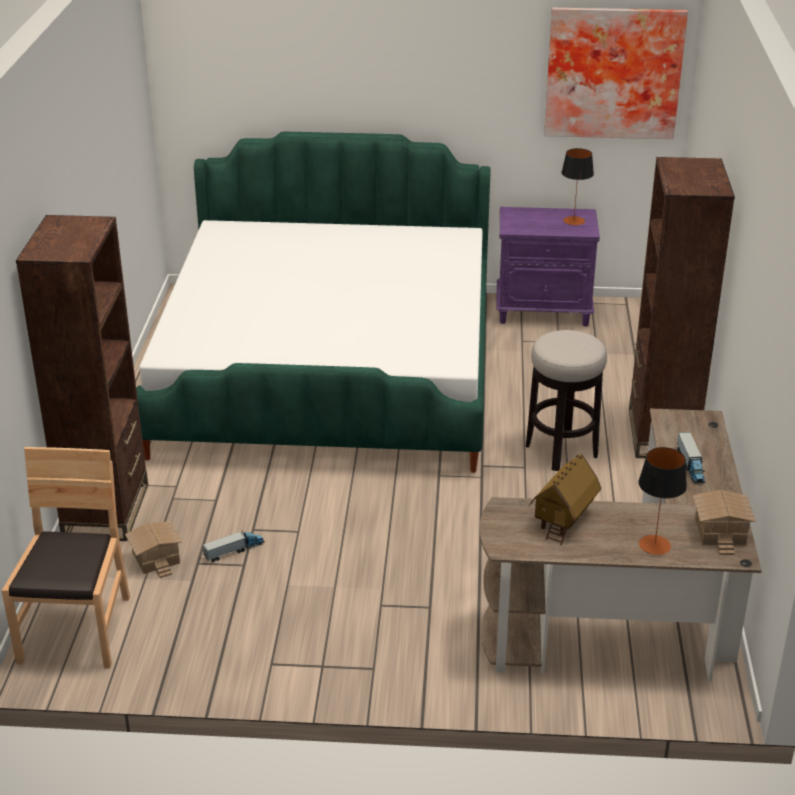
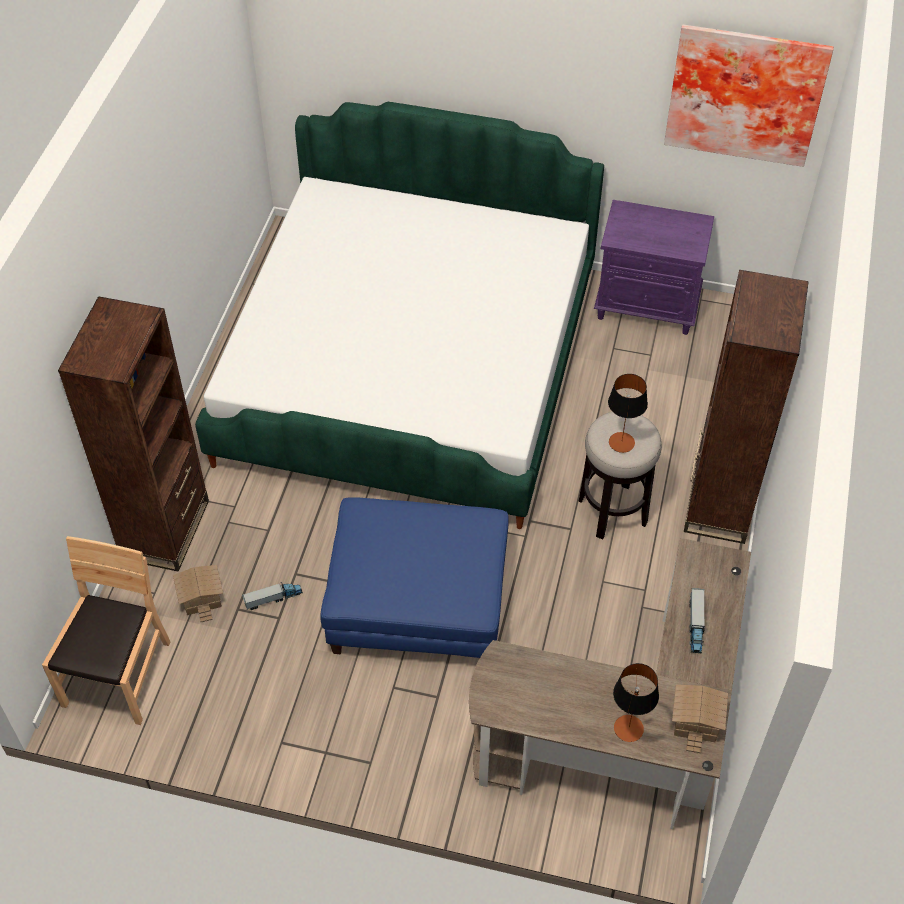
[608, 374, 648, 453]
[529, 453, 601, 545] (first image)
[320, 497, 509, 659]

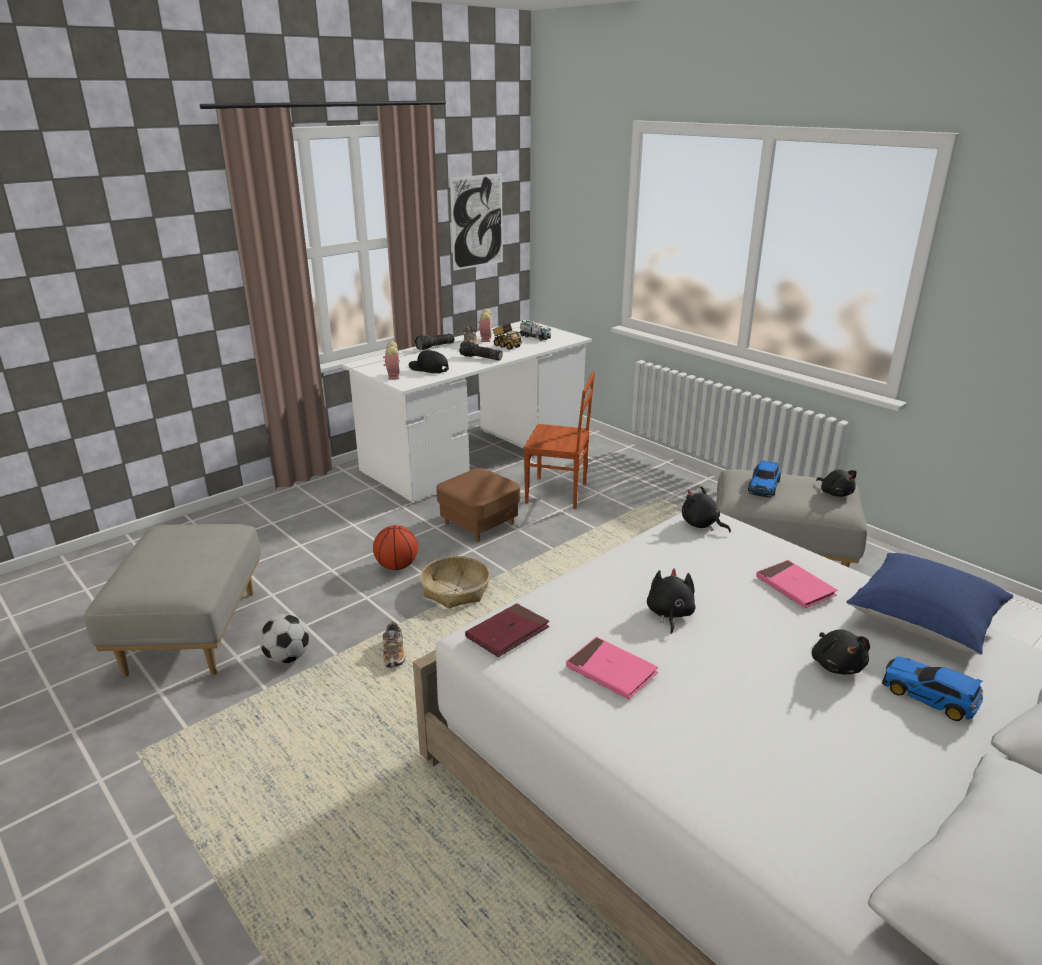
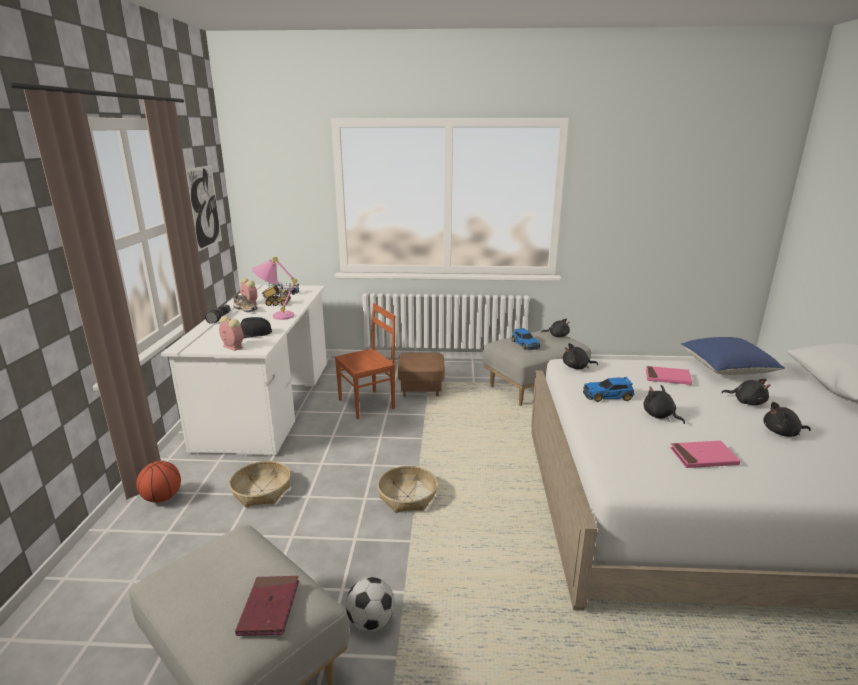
[252, 256, 297, 320]
[398, 353, 445, 397]
[137, 461, 181, 503]
[235, 576, 299, 636]
[383, 621, 406, 668] (first image)
[583, 377, 635, 402]
[763, 402, 811, 437]
[229, 461, 291, 507]

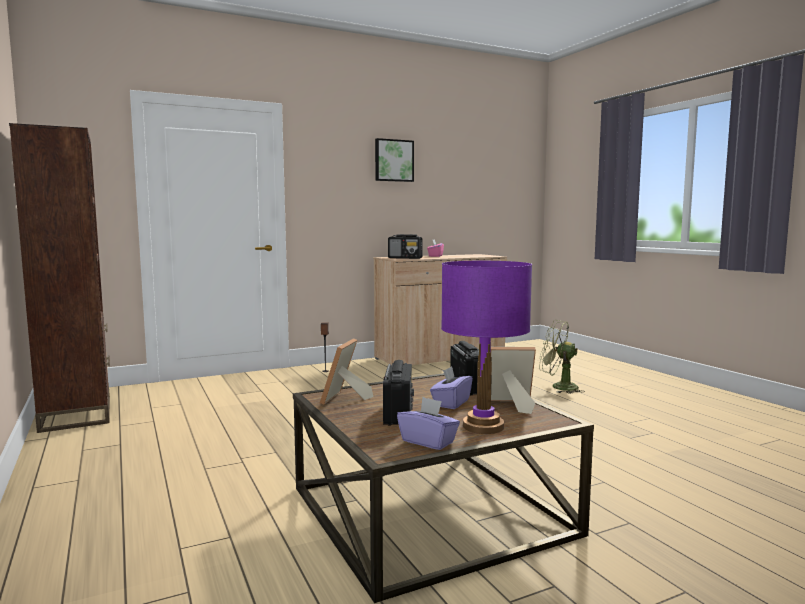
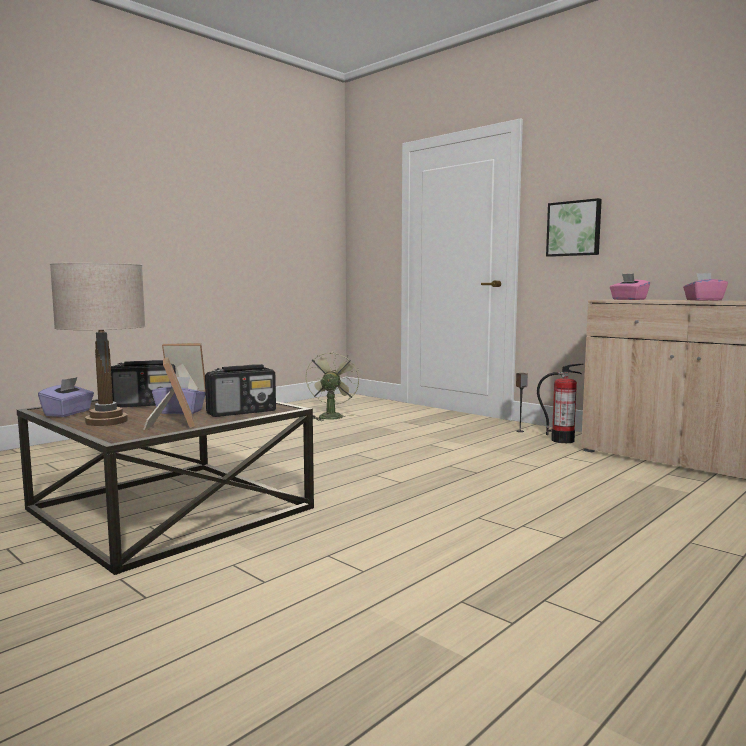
[9, 123, 110, 433] (first image)
[546, 198, 602, 257]
[610, 274, 650, 300]
[50, 263, 145, 426]
[306, 350, 359, 421]
[537, 364, 583, 443]

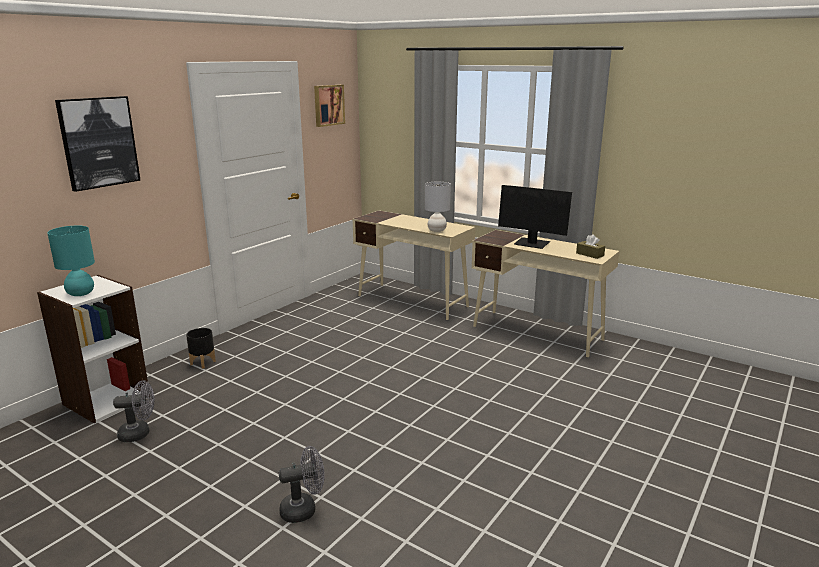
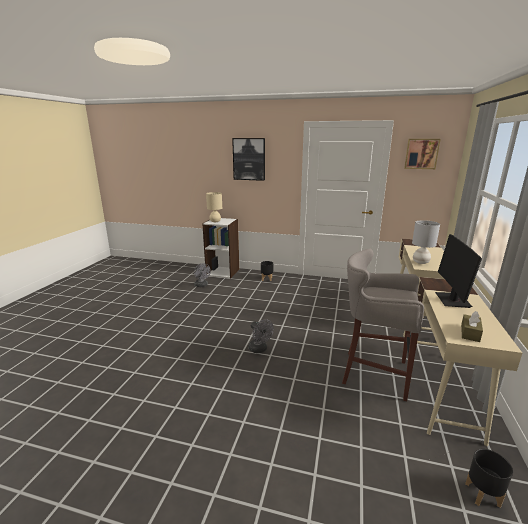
[206, 192, 222, 222]
[248, 319, 274, 353]
[342, 249, 424, 401]
[465, 449, 513, 508]

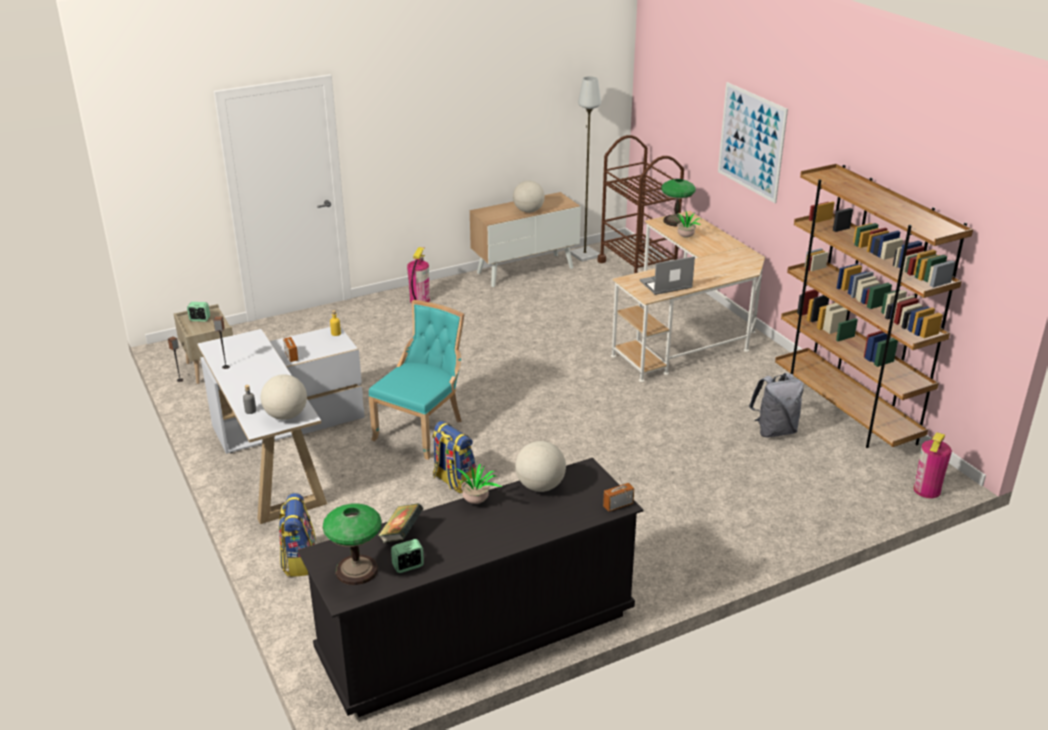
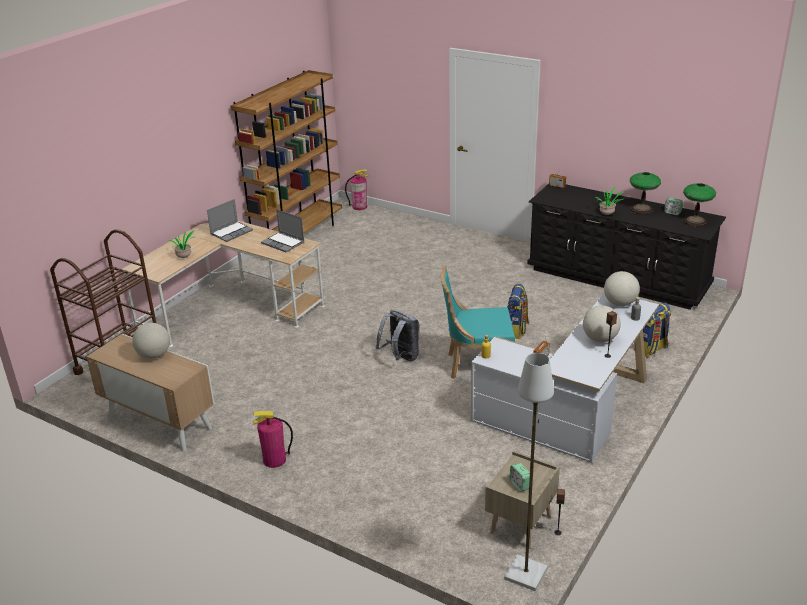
[504, 353, 554, 591]
[718, 82, 788, 203] (first image)
[630, 172, 661, 215]
[376, 310, 419, 361]
[583, 305, 621, 342]
[378, 503, 423, 543] (first image)
[207, 199, 253, 242]

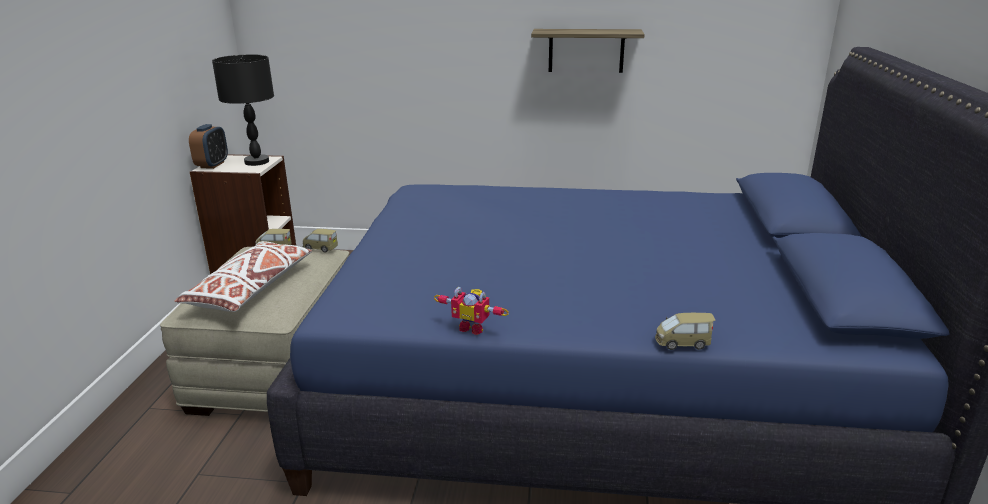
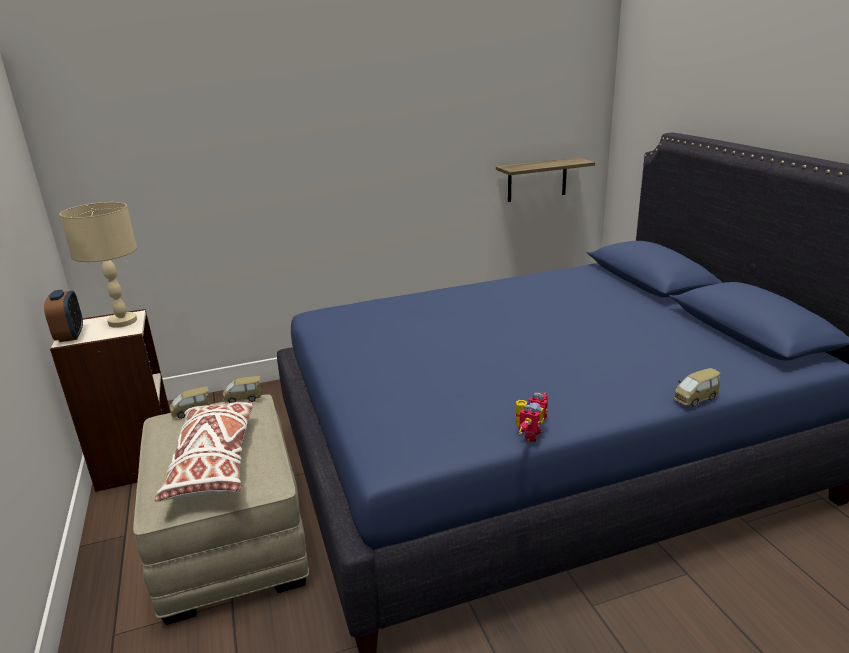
[496, 157, 595, 202]
[59, 202, 137, 328]
[515, 392, 548, 442]

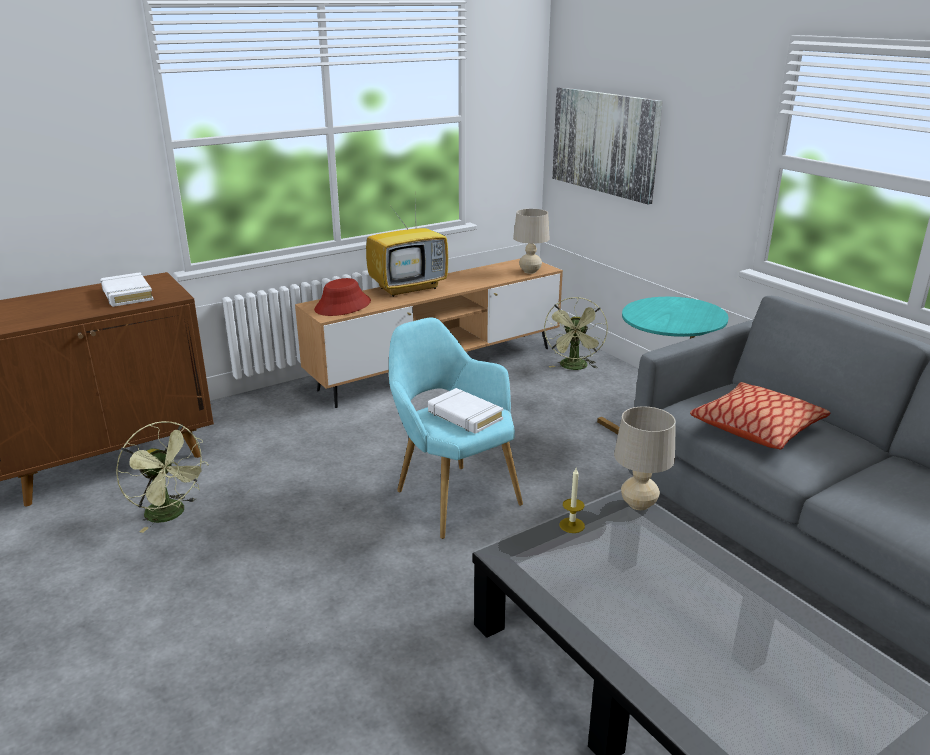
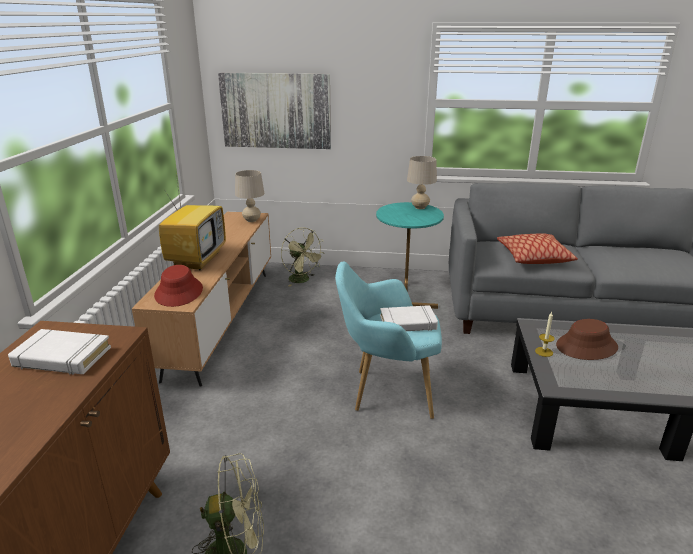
[407, 156, 437, 209]
[556, 319, 618, 360]

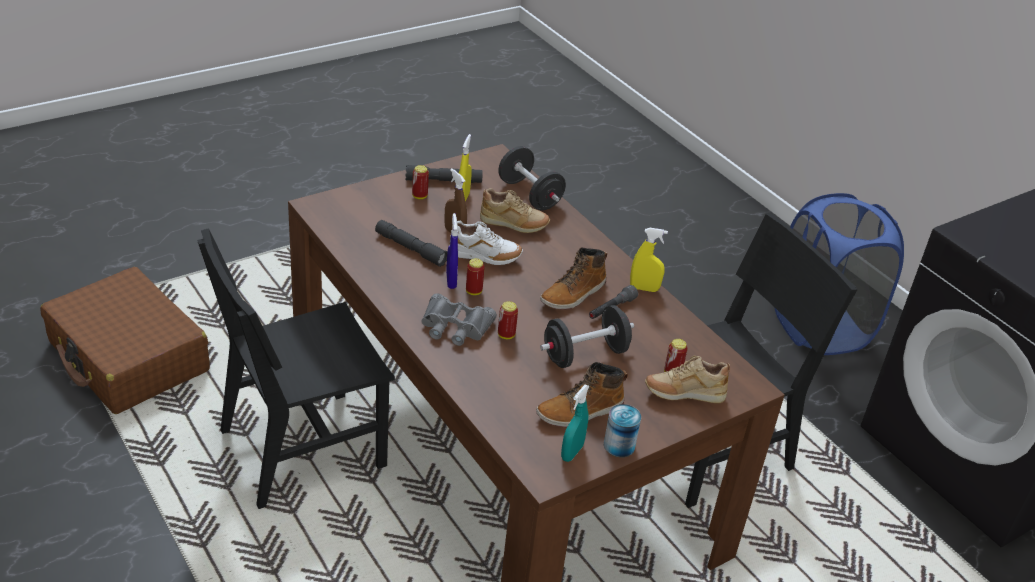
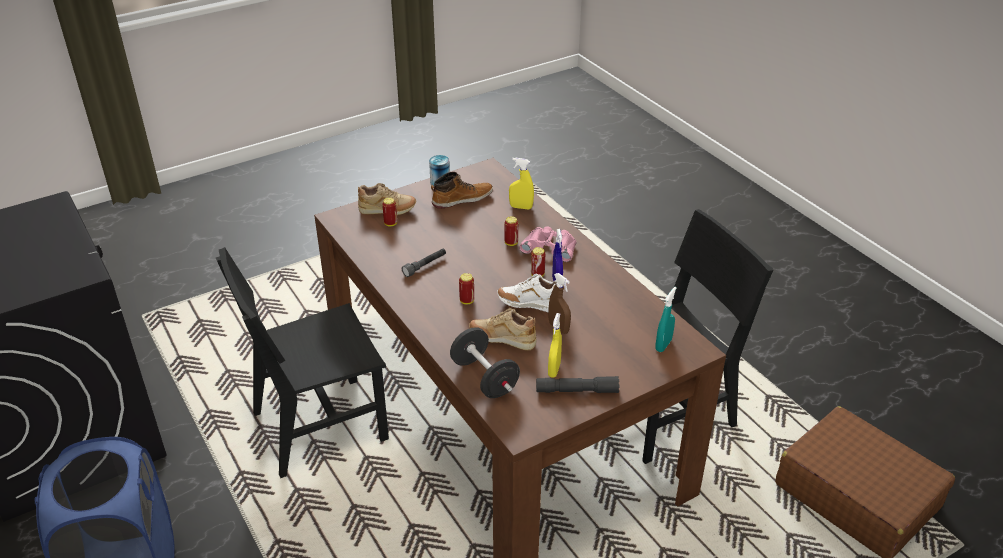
[459, 273, 474, 305]
[375, 220, 447, 267] (first image)
[509, 158, 534, 210]
[540, 248, 607, 310] (first image)
[519, 226, 577, 262]
[540, 305, 634, 368] (first image)
[655, 287, 677, 352]

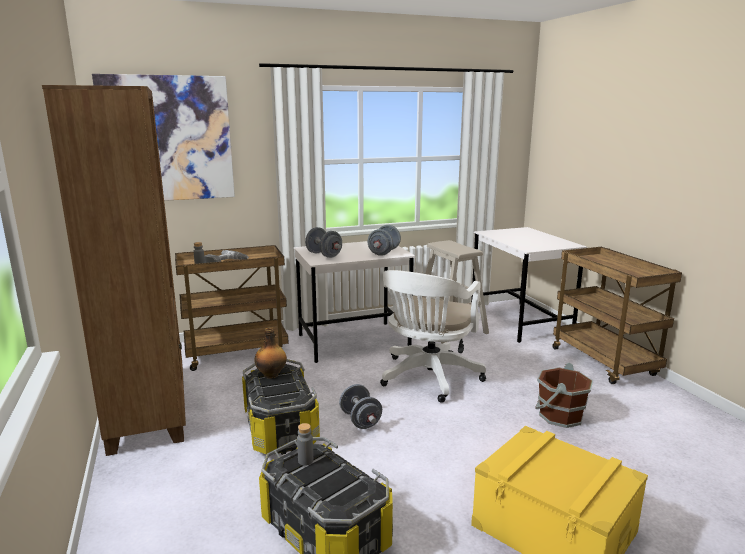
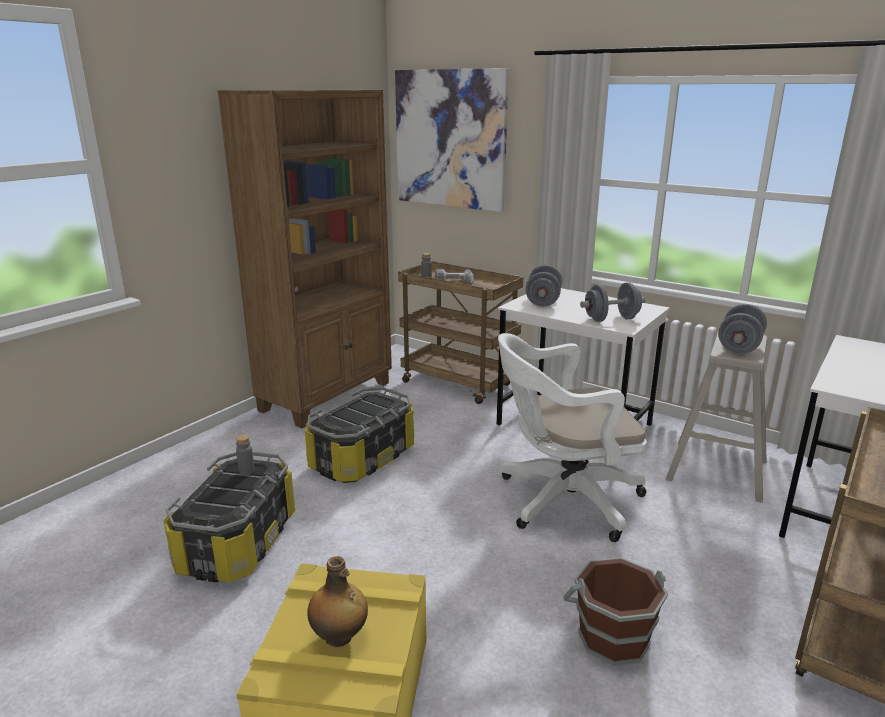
[307, 556, 368, 647]
[718, 304, 767, 354]

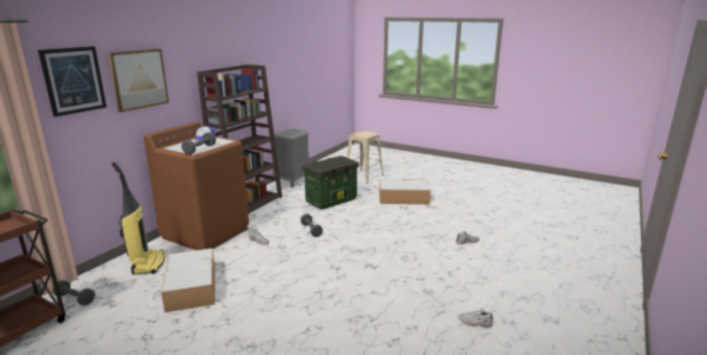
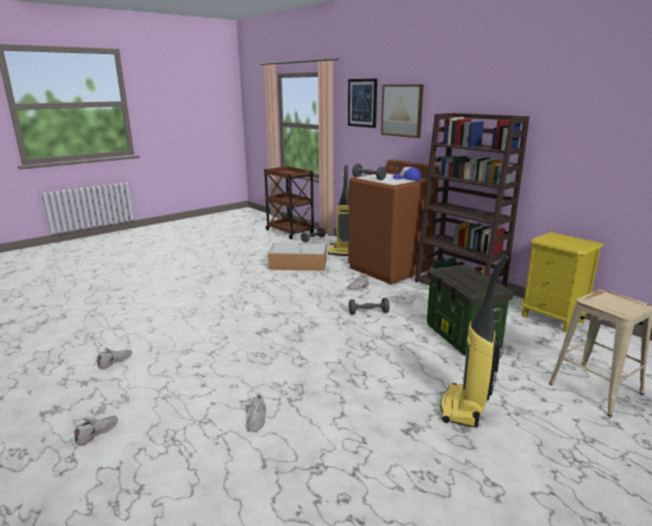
[521, 232, 603, 333]
[440, 254, 509, 428]
[74, 415, 118, 446]

